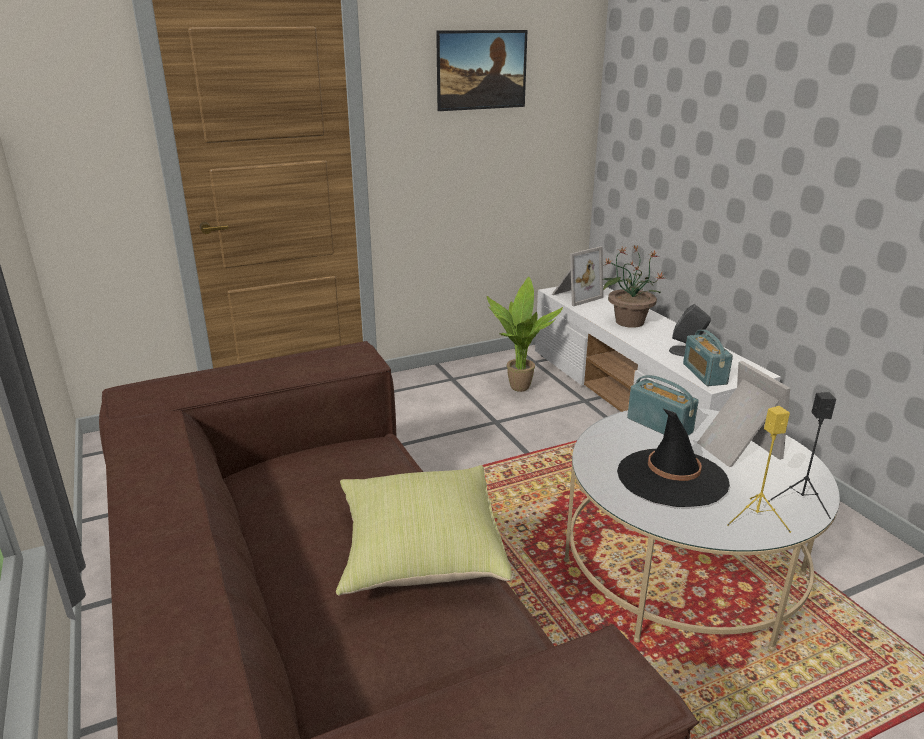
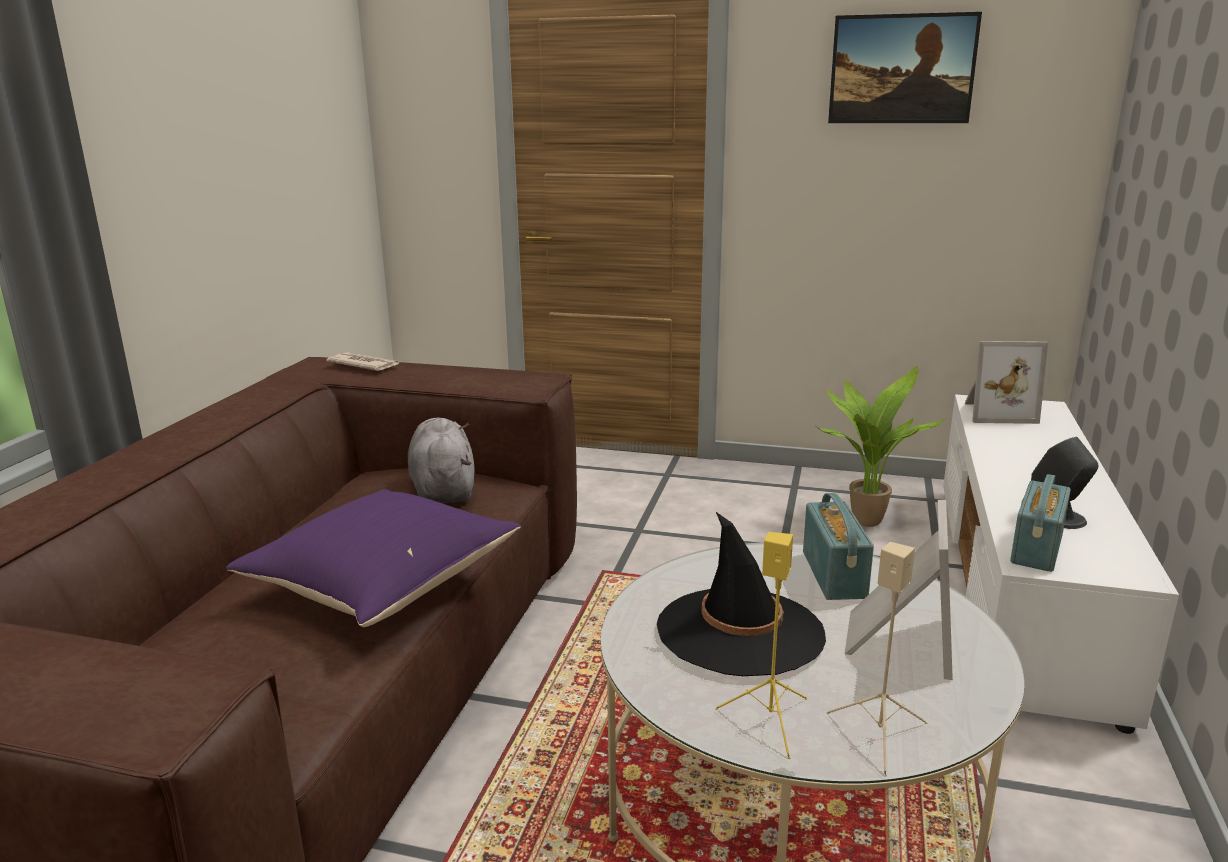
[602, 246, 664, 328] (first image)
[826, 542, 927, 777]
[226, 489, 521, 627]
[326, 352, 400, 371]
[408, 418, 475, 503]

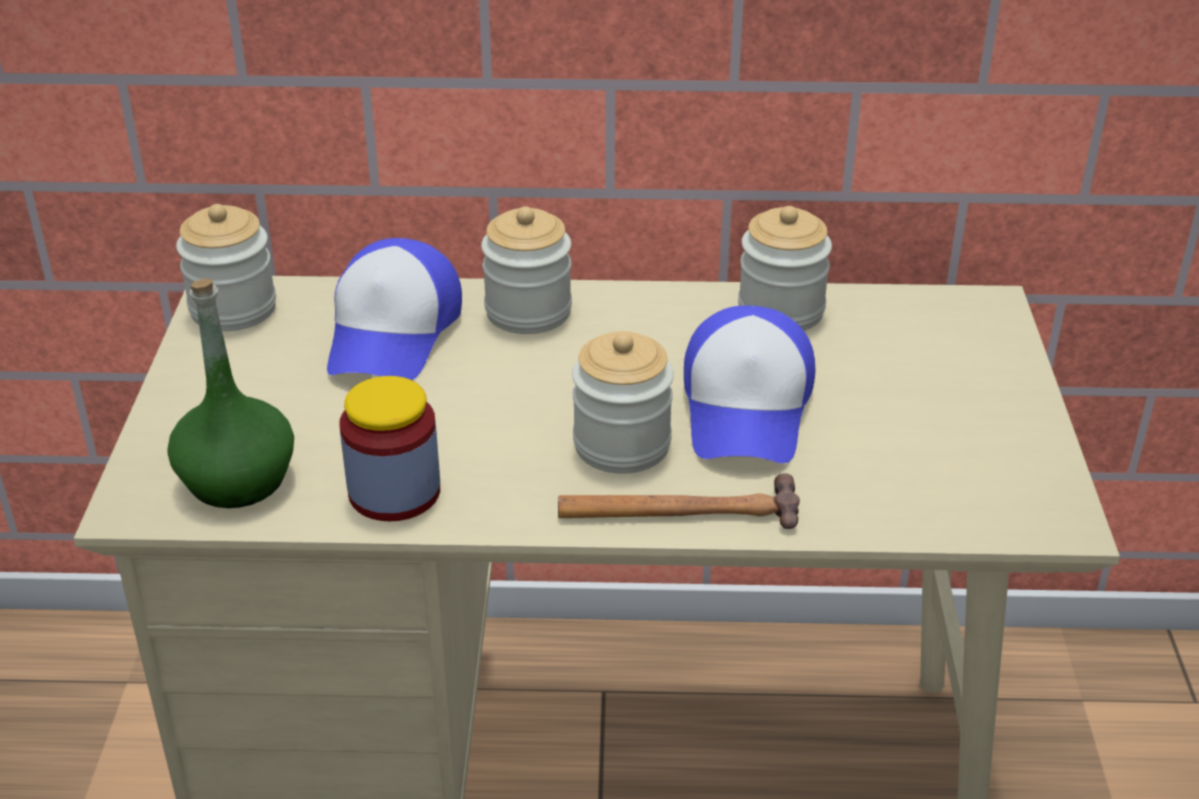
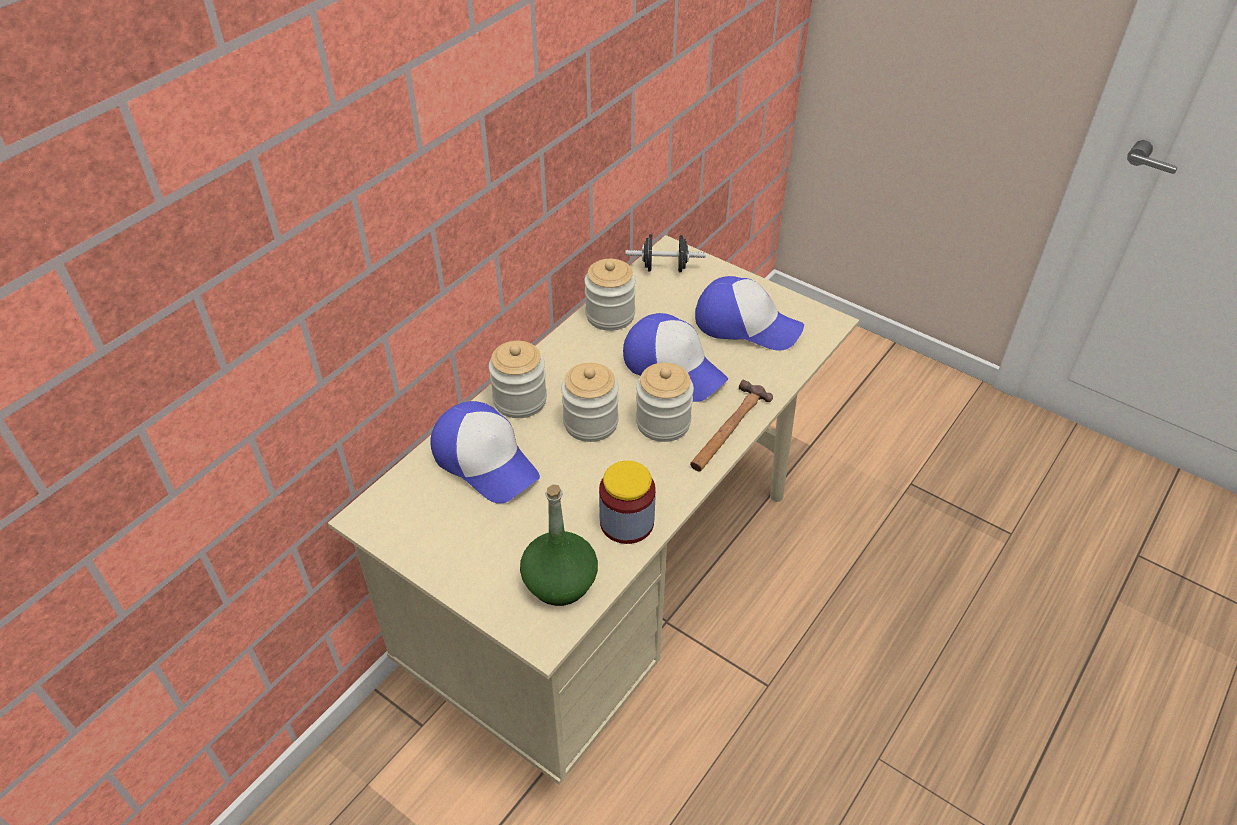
[561, 363, 619, 442]
[625, 234, 706, 272]
[695, 276, 804, 351]

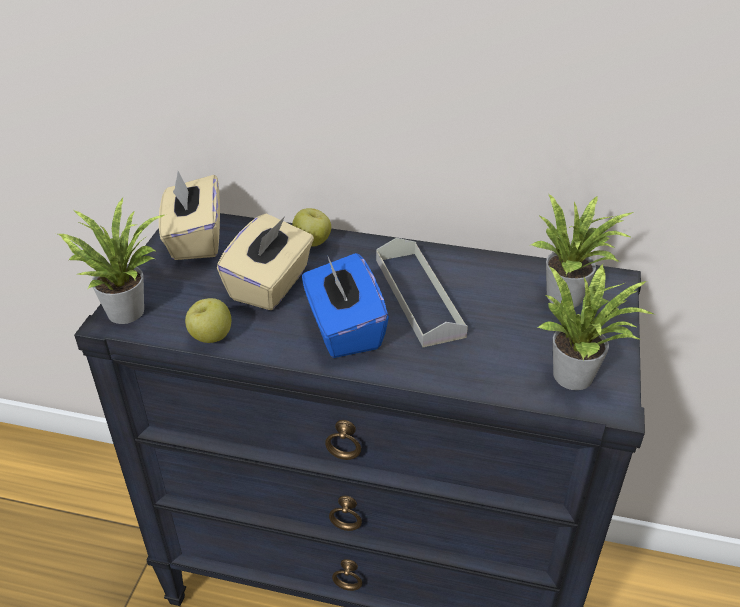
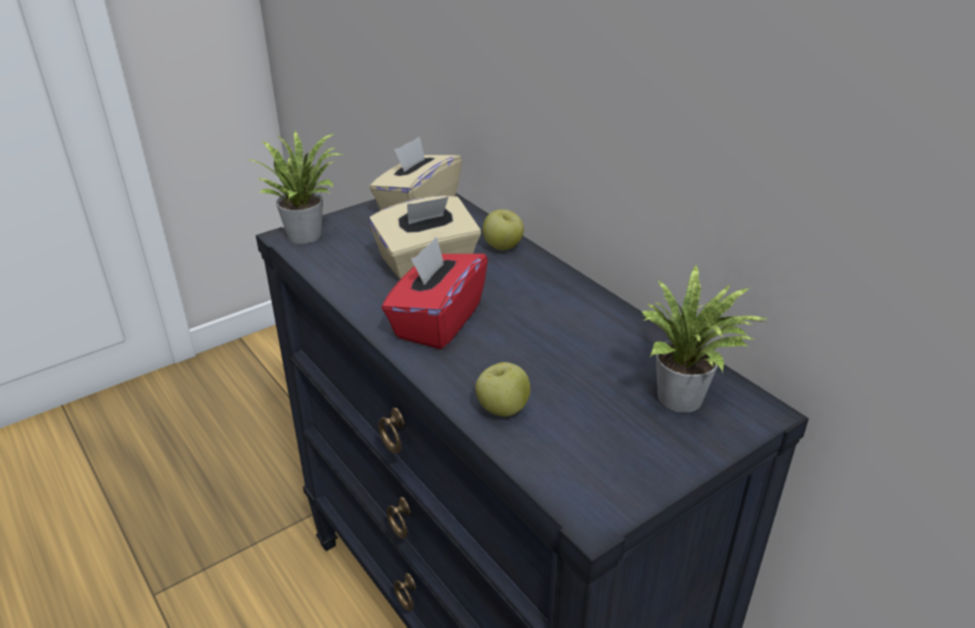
[376, 238, 468, 347] (first image)
[382, 237, 488, 349]
[537, 264, 653, 390] (first image)
[475, 362, 530, 417]

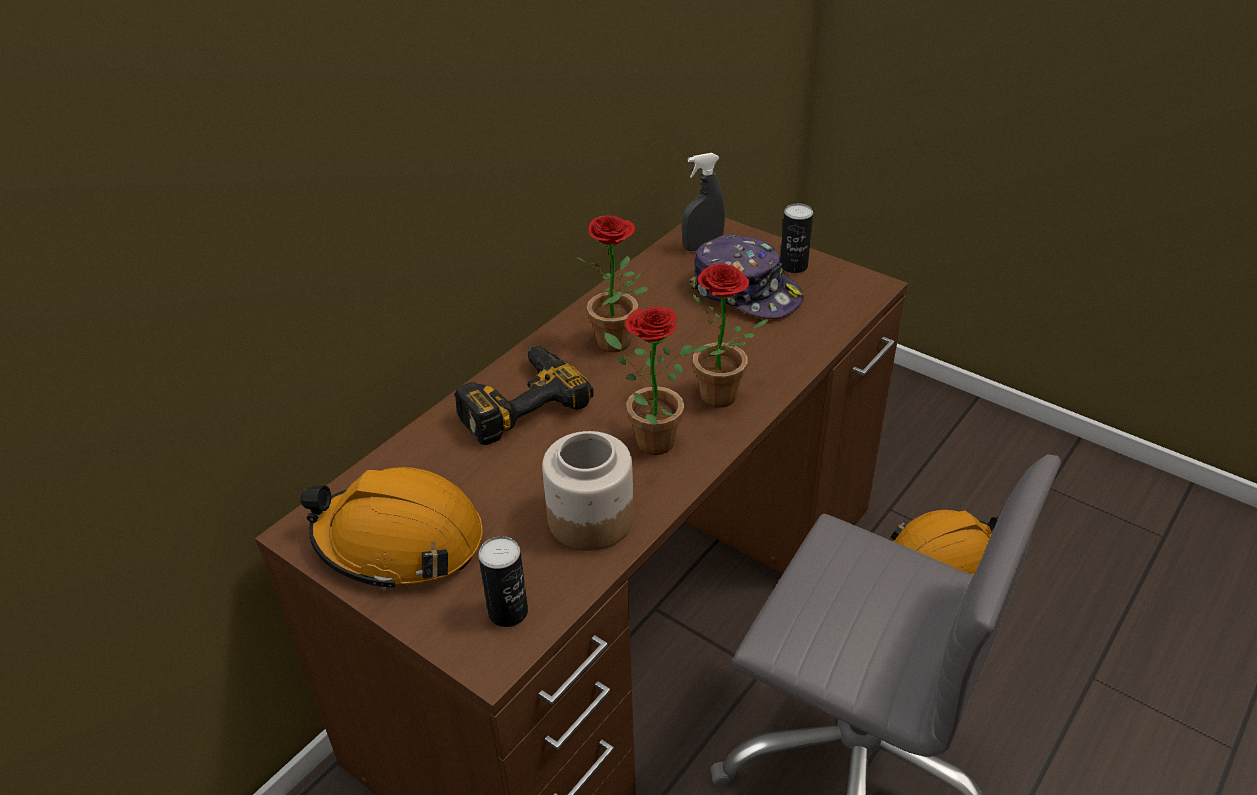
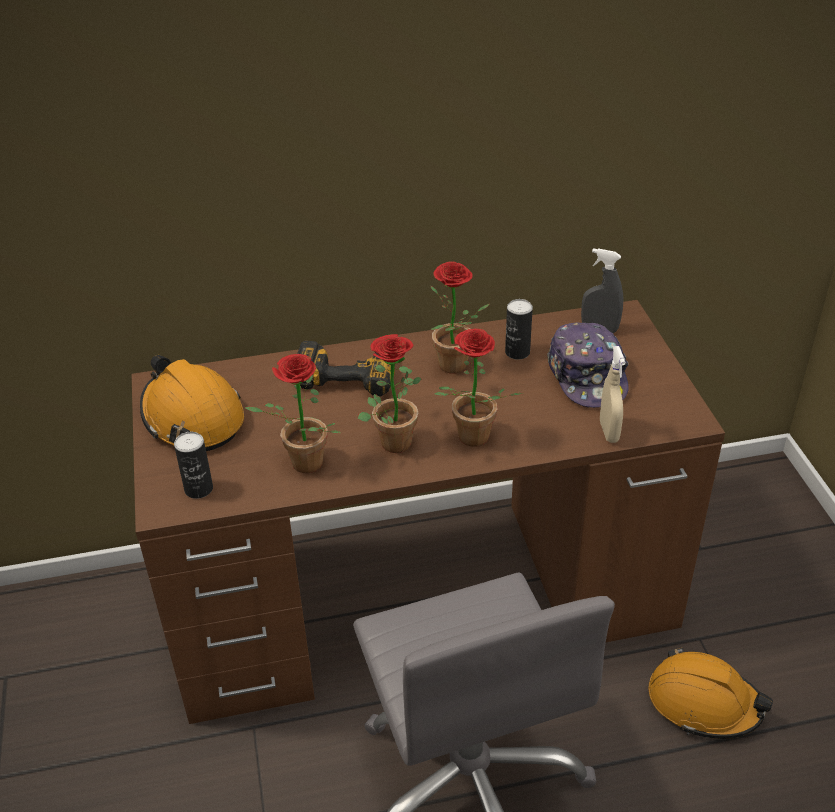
[505, 299, 533, 360]
[245, 354, 342, 473]
[600, 346, 626, 443]

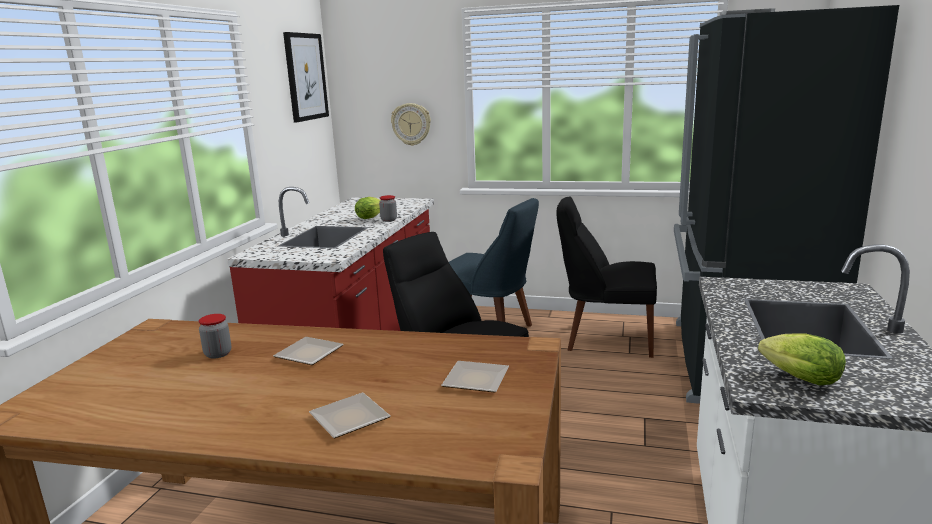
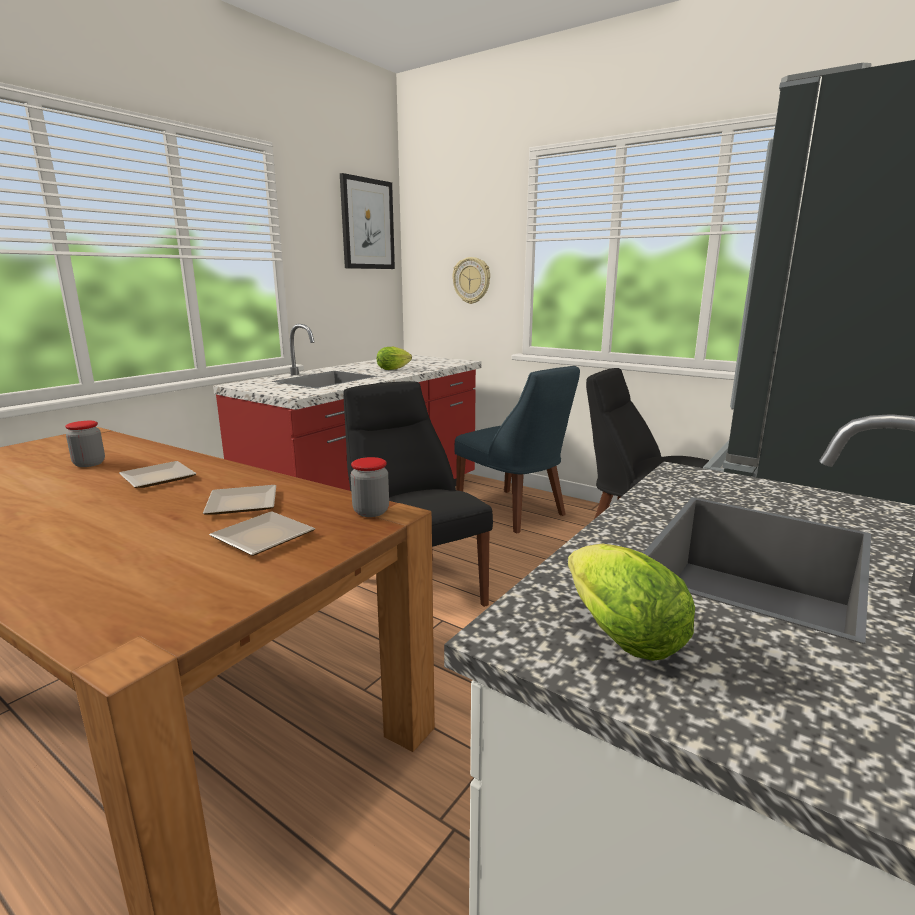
[351, 457, 389, 517]
[203, 485, 276, 514]

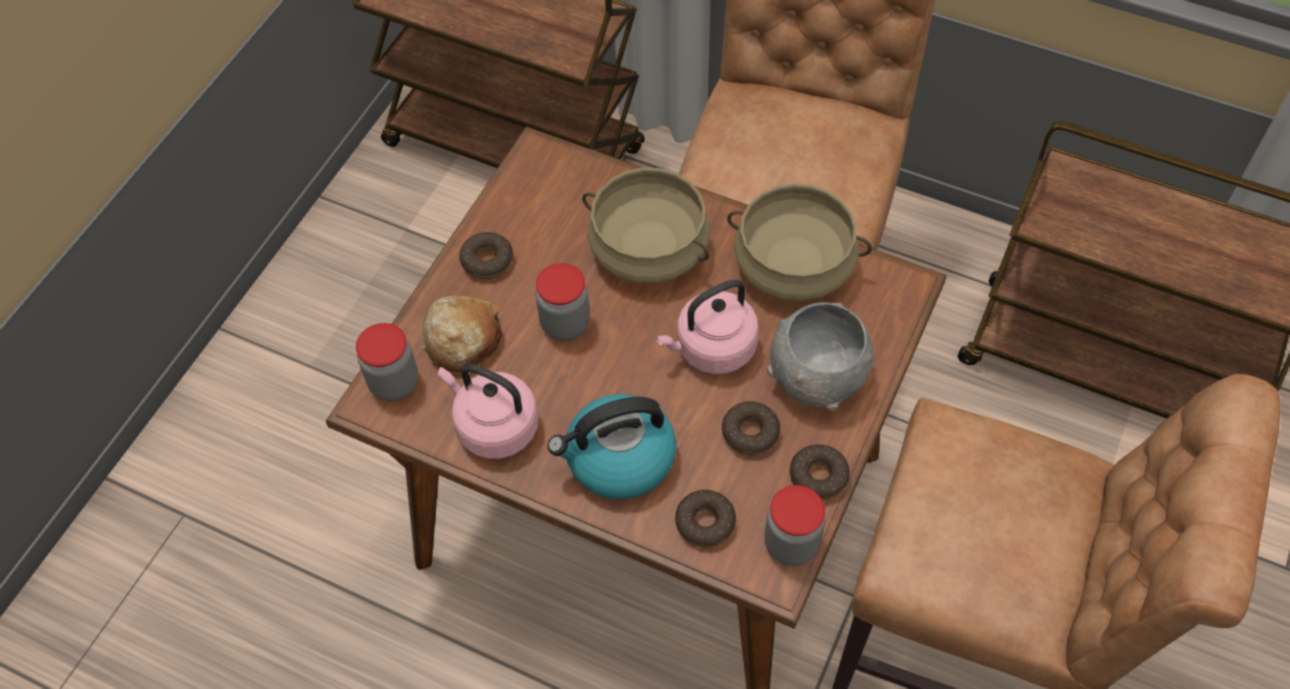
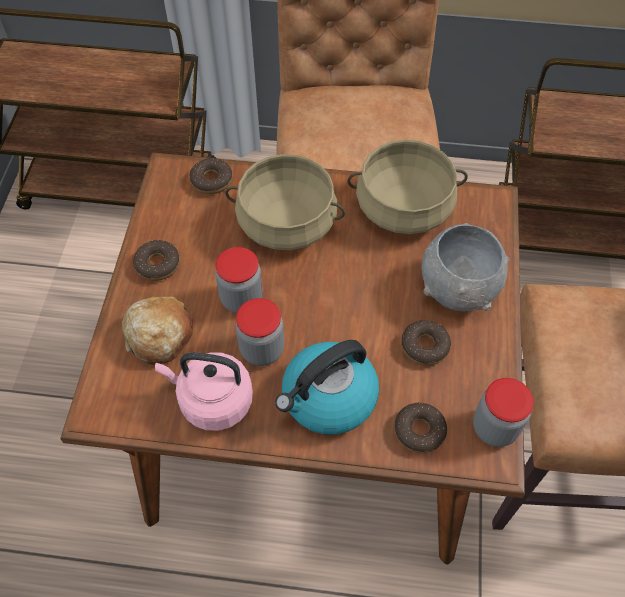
[656, 279, 759, 374] (first image)
[236, 298, 284, 366]
[189, 158, 233, 194]

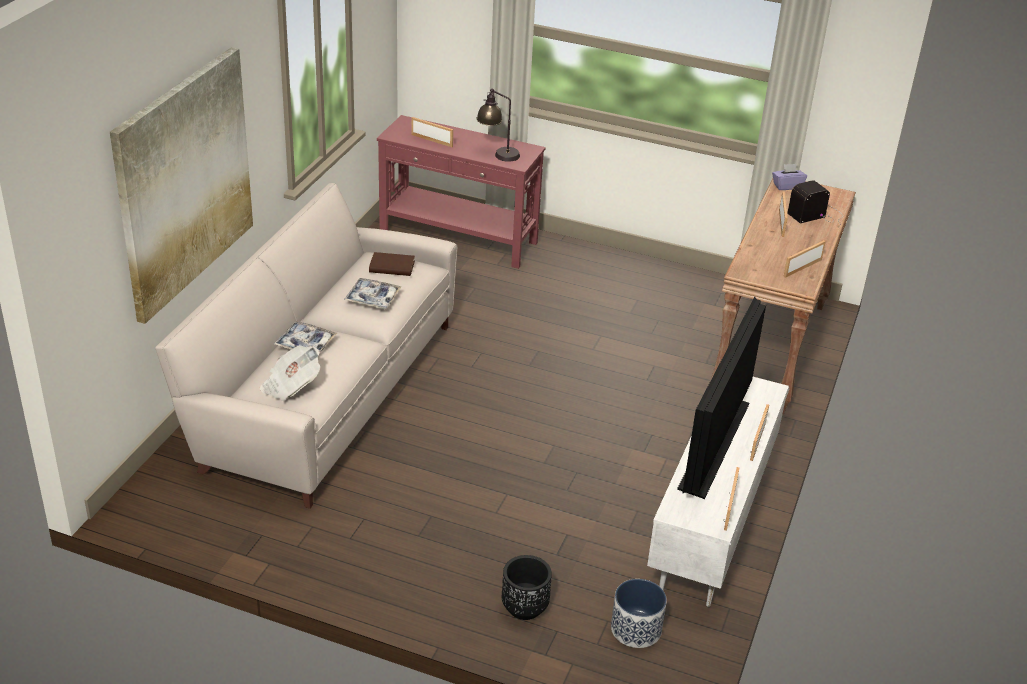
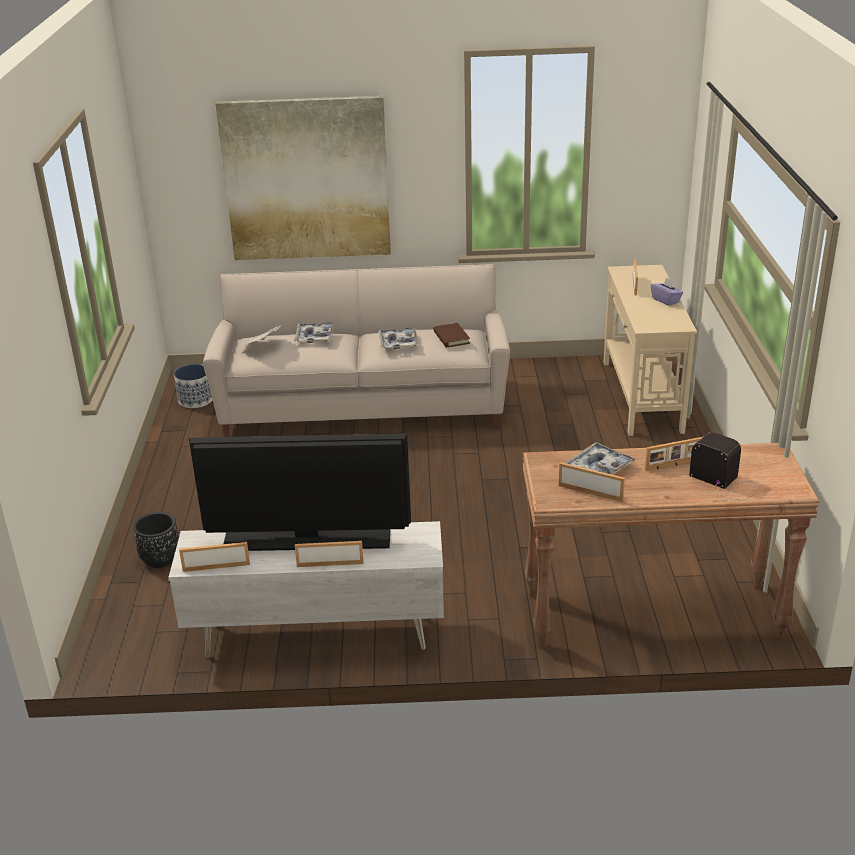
[477, 88, 520, 162] (first image)
[603, 265, 697, 436]
[651, 277, 683, 306]
[174, 364, 213, 408]
[565, 442, 635, 475]

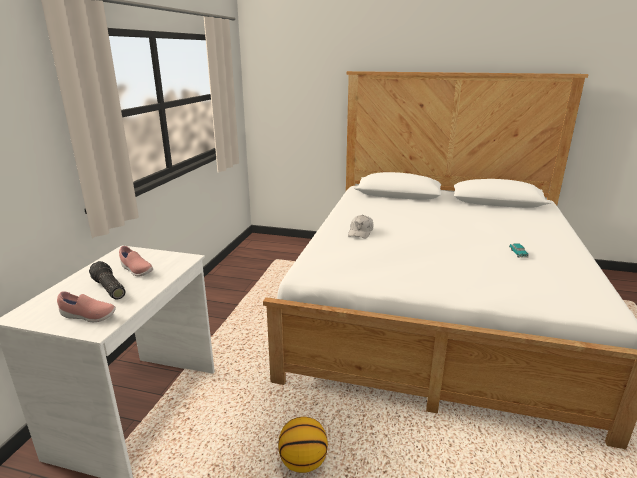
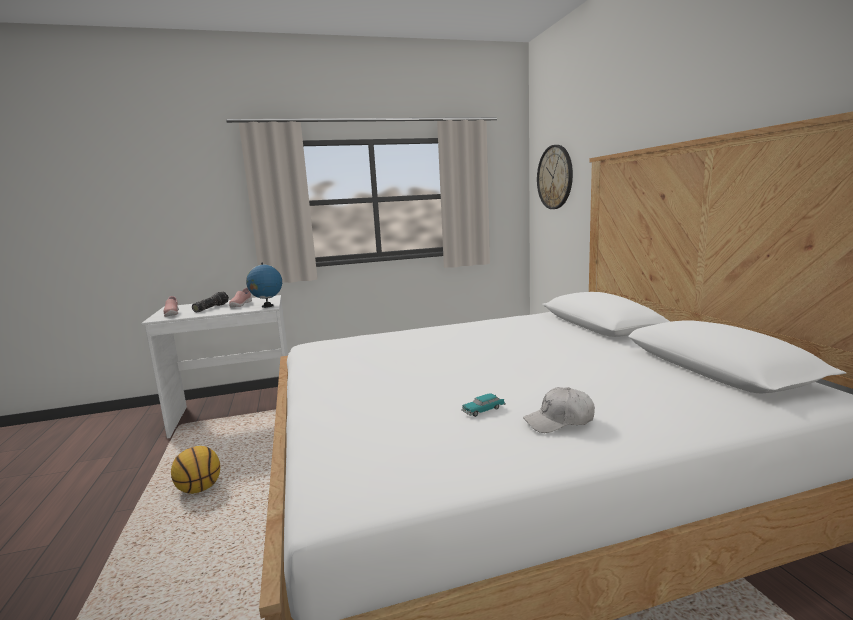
[523, 387, 595, 433]
[537, 145, 573, 209]
[246, 263, 282, 308]

